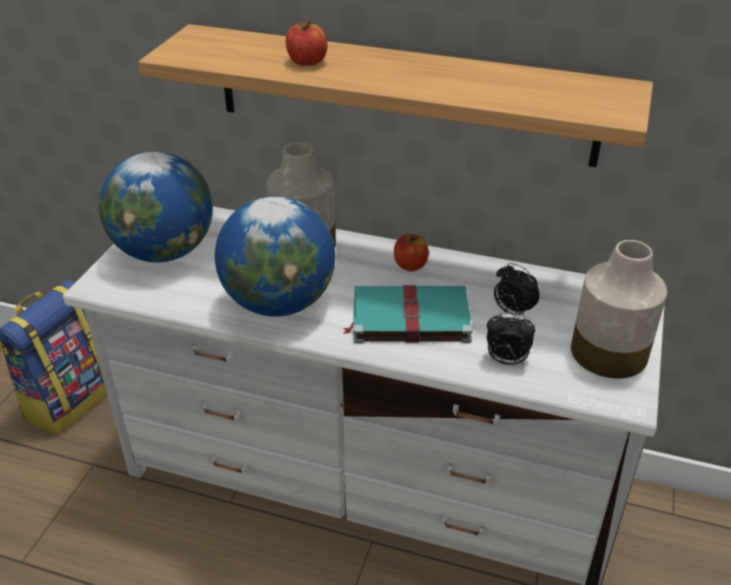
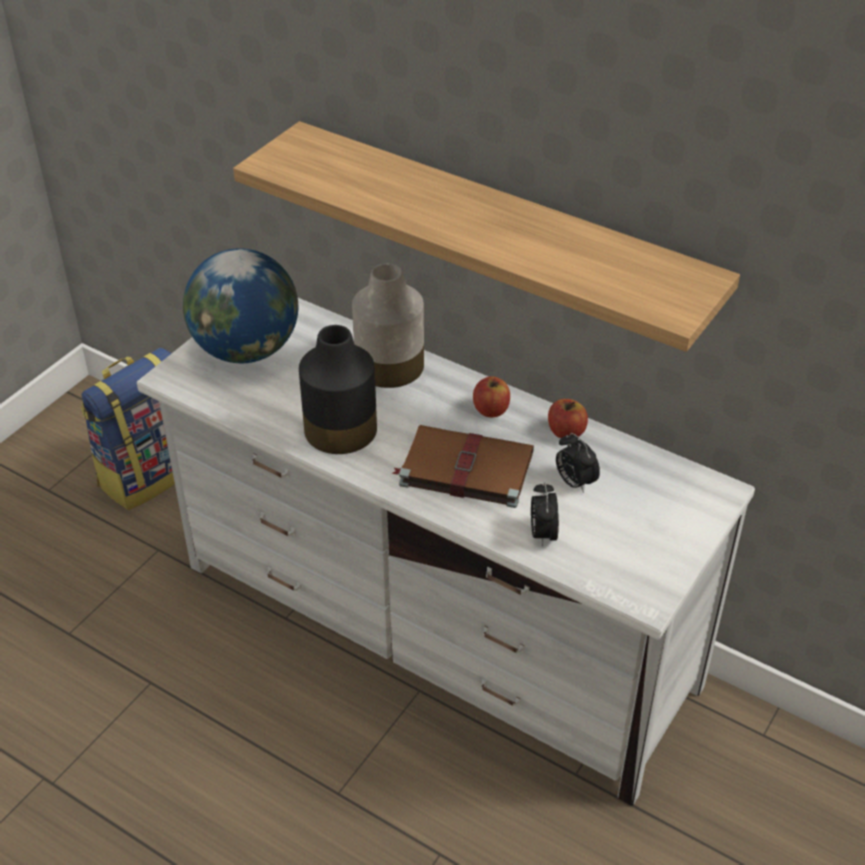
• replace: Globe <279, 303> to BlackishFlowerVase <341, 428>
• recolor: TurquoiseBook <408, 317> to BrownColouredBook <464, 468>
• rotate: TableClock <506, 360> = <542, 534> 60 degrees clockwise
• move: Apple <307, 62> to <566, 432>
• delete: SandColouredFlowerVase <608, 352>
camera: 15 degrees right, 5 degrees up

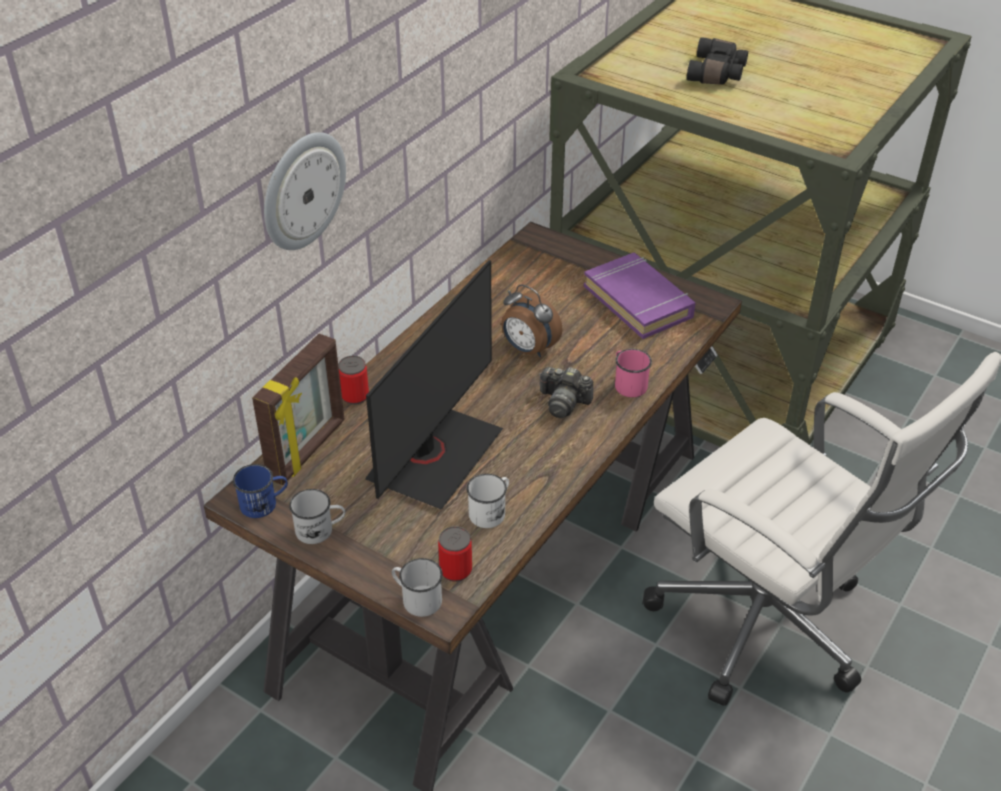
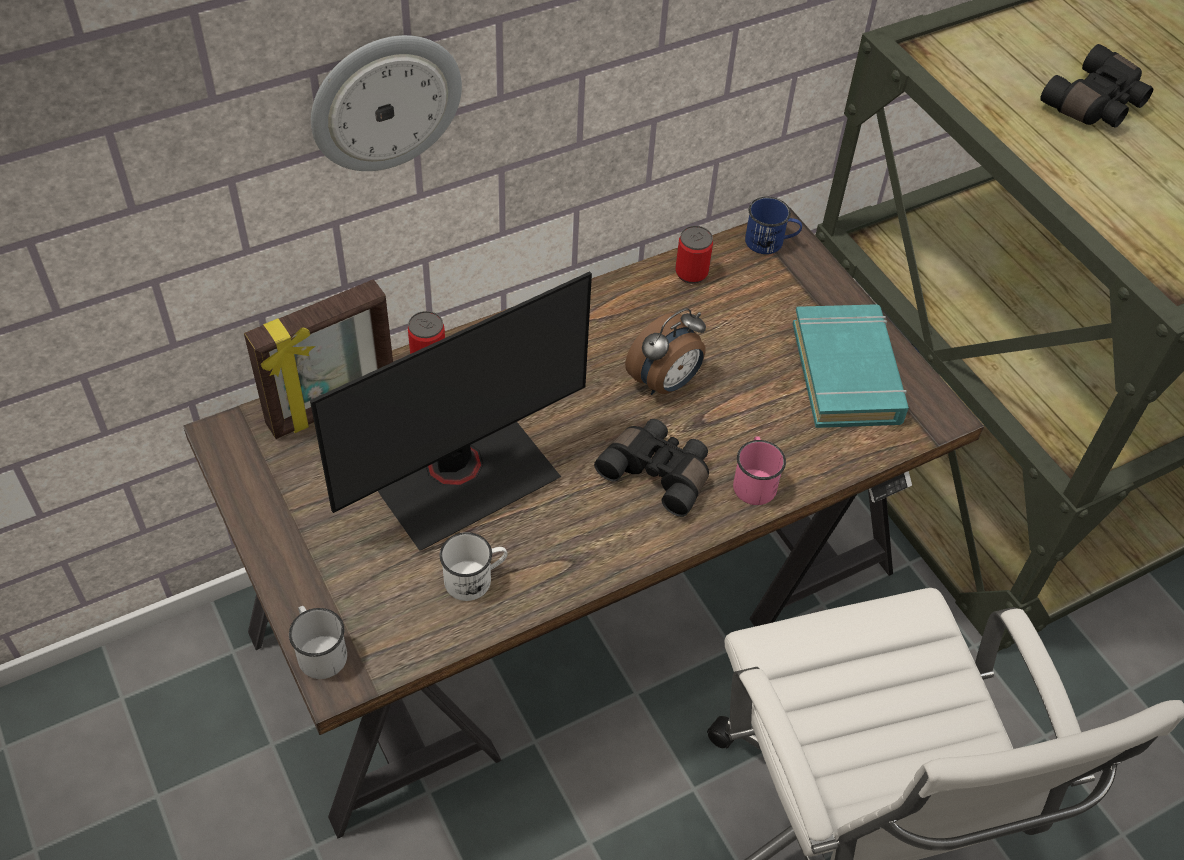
• replace: PhotoCamera <563, 402> to BlackishBinoculars <658, 472>
• rotate: TableClock <528, 350> = <665, 383> 105 degrees counterclockwise
• move: MetalCan <455, 570> to <691, 273>
• move: BlueColouredCoffeeMug <264, 503> to <770, 242>
• recolor: PurpleColouredBook <638, 301> to TurquoiseBook <847, 373>
• delete: WhitishCoffeeMug <320, 530>
camera: 25 degrees right, 10 degrees up

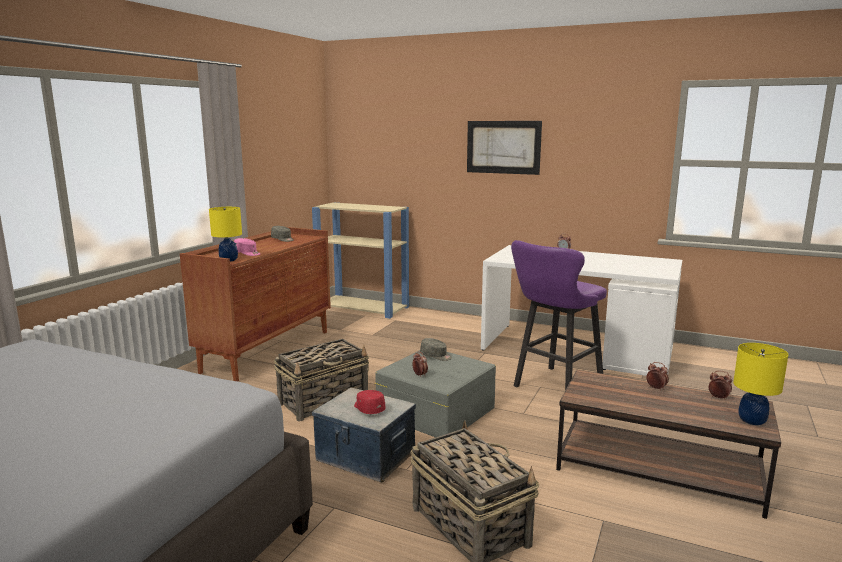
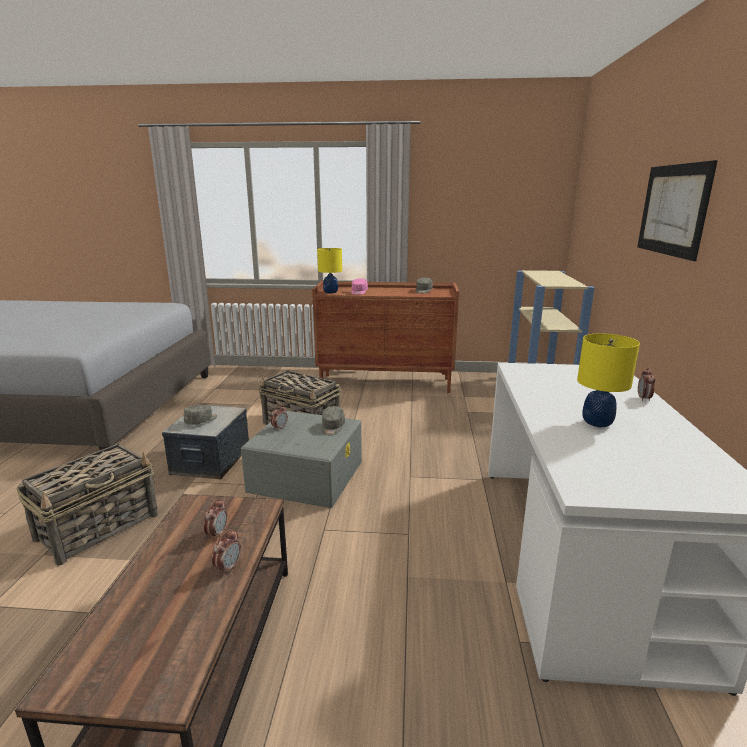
• recolor: RedPeakedCap <368, 409> to GreyPeakedCap <201, 420>
• move: TableClock <718, 397> to <217, 534>
• move: YellowishTableLamp <753, 422> to <597, 424>
• delete: PurpleColouredSittingStool <552, 388>
camera: 70 degrees right, 5 degrees up

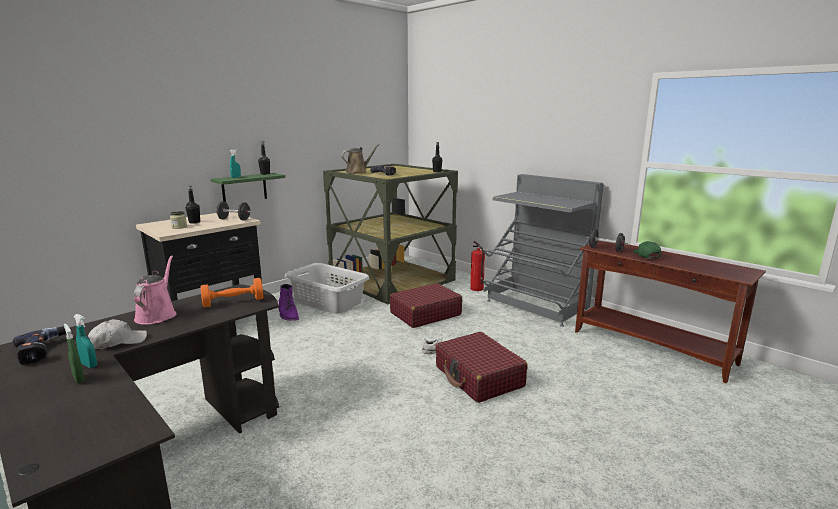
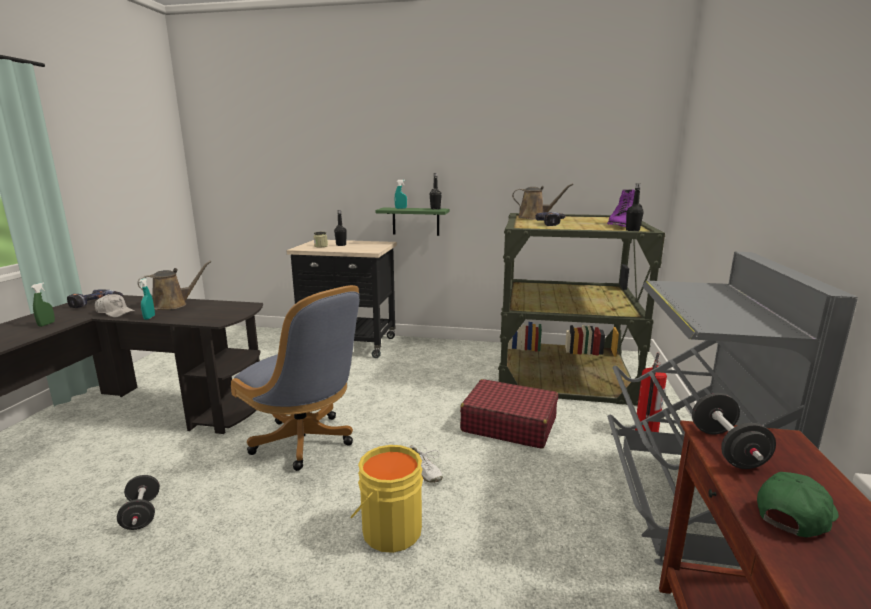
• move: BlackishFreeWeight <234, 219> to <142, 514>
• recolor: PinkishWateringCan <157, 315> to BrownColouredWateringCan <173, 305>
• move: TurquoiseSprayer <89, 365> to <149, 317>
• insert: BlueColouredComputerChair <308, 444>
• replace: RedPieceOfLuggage <479, 377> to YellowishPail <389, 529>
• move: PurpleColouredBoot <288, 314> to <620, 225>
• delete: OrangeFreeWeight <233, 302>
• delete: GreyWashingBasket <328, 301>
camera: 55 degrees right, 0 degrees up

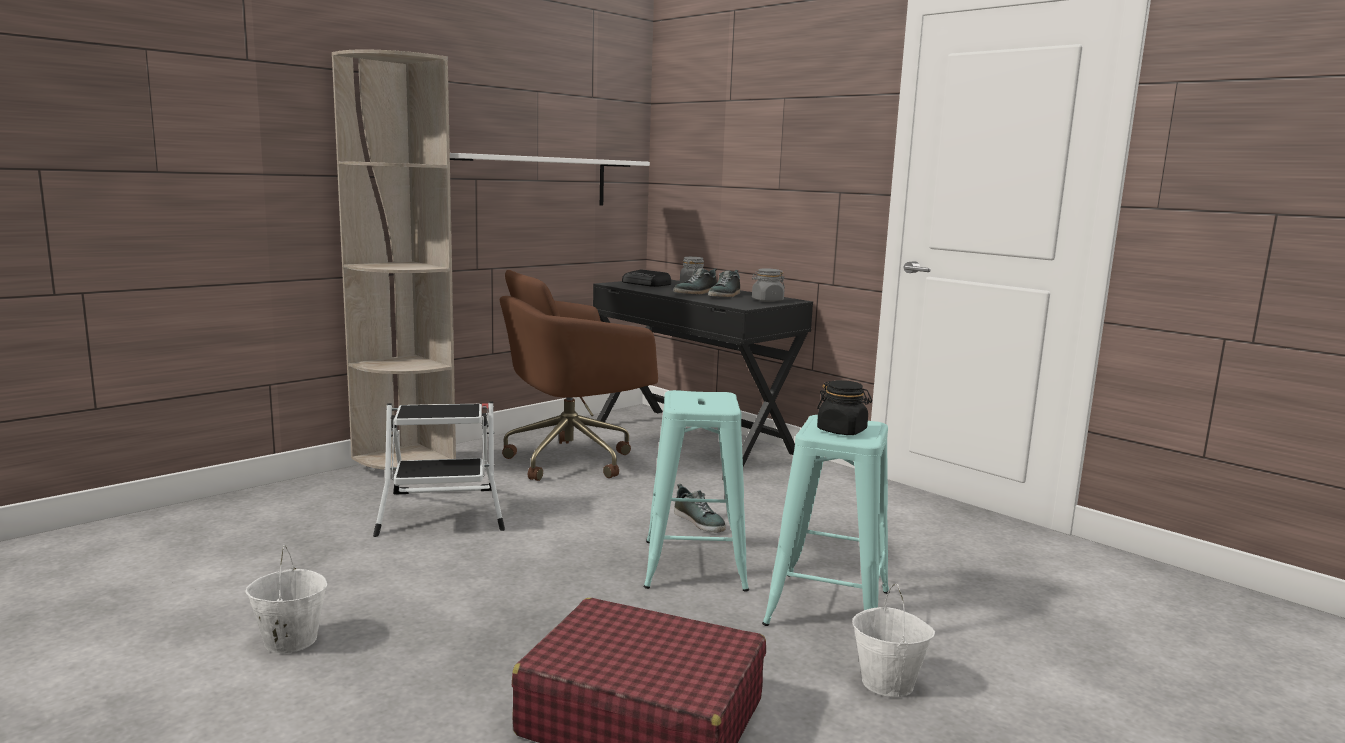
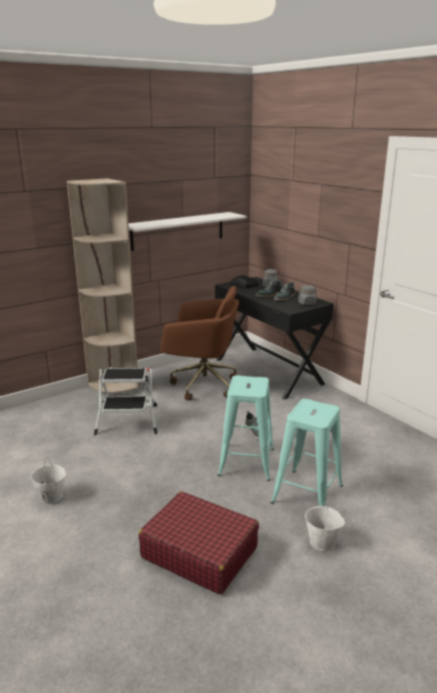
• rotate: BrownColouredComputerChair <575, 460> = <201, 385> 150 degrees counterclockwise
• delete: BlackishPreserveJar <842, 431>
camera: 10 degrees right, 10 degrees up

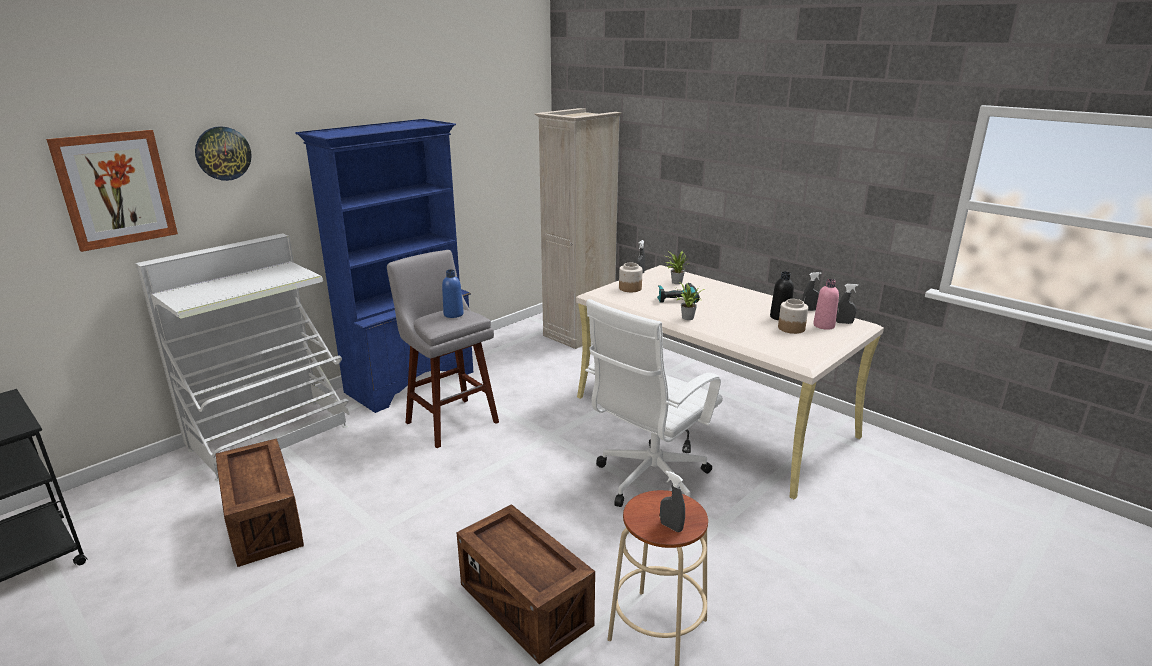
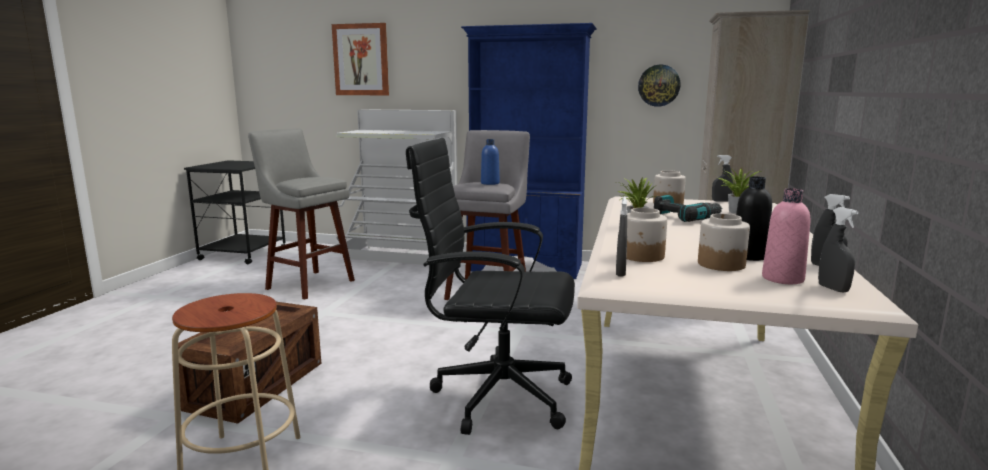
• replace: Crate <263, 523> to GreySittingStool <308, 284>
• recolor: WhitishComputerChair <649, 482> to BlackishComputerChair <495, 397>
• move: GreySprayer <671, 527> to <620, 273>
• insert: PreserveJar <642, 256>
• move: ClockOnTheWall <223, 153> to <659, 85>
camera: 60 degrees right, 10 degrees down

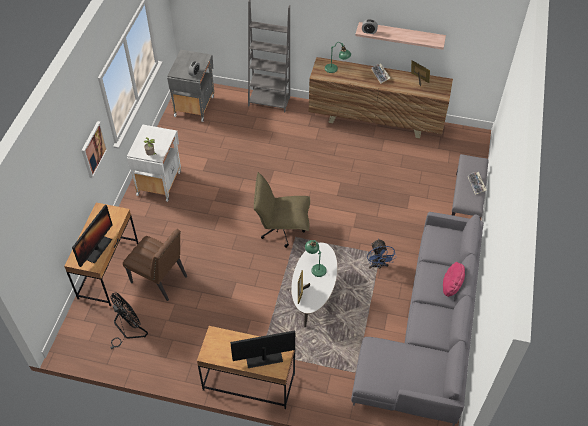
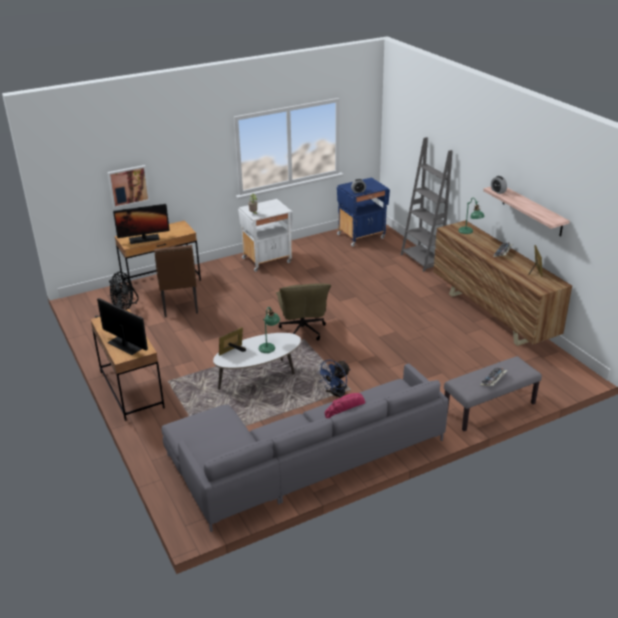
• move: Picture <93, 149> to <128, 186>
• rotate: SandColouredComputerChair <282, 229> = <302, 330> 150 degrees counterclockwise
• recolor: GreyCart <194, 105> to BlueColouredCart <361, 236>
camera: 50 degrees right, 20 degrees down

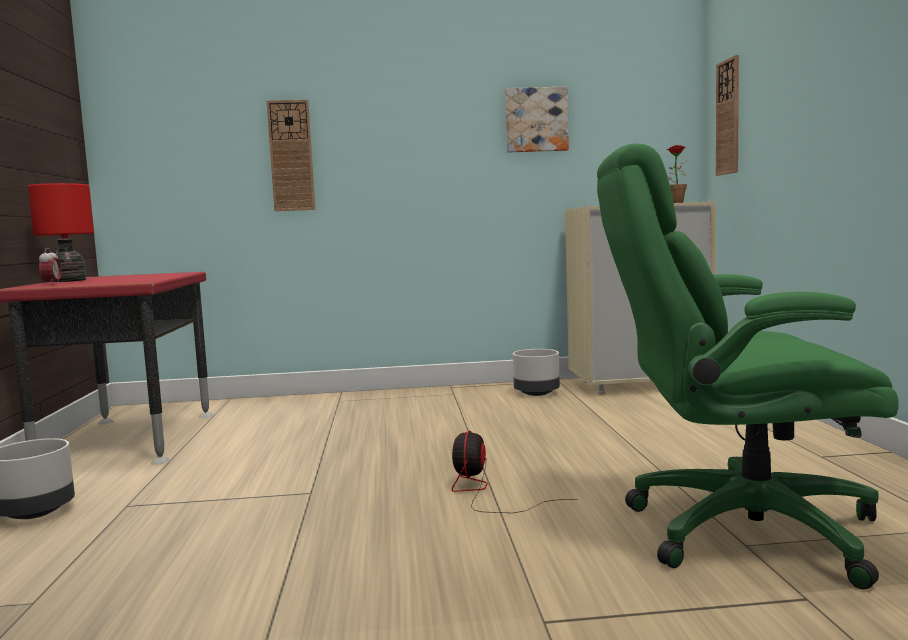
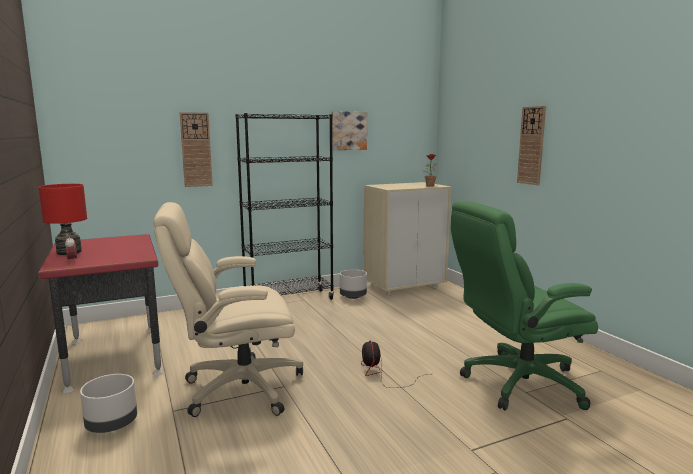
• insert: SandColouredComputerChair <234, 388>
• insert: BlackishBookshelf <289, 300>
• move: ClockOnTheWall <728, 117> to <531, 145>
camera: 20 degrees left, 5 degrees up

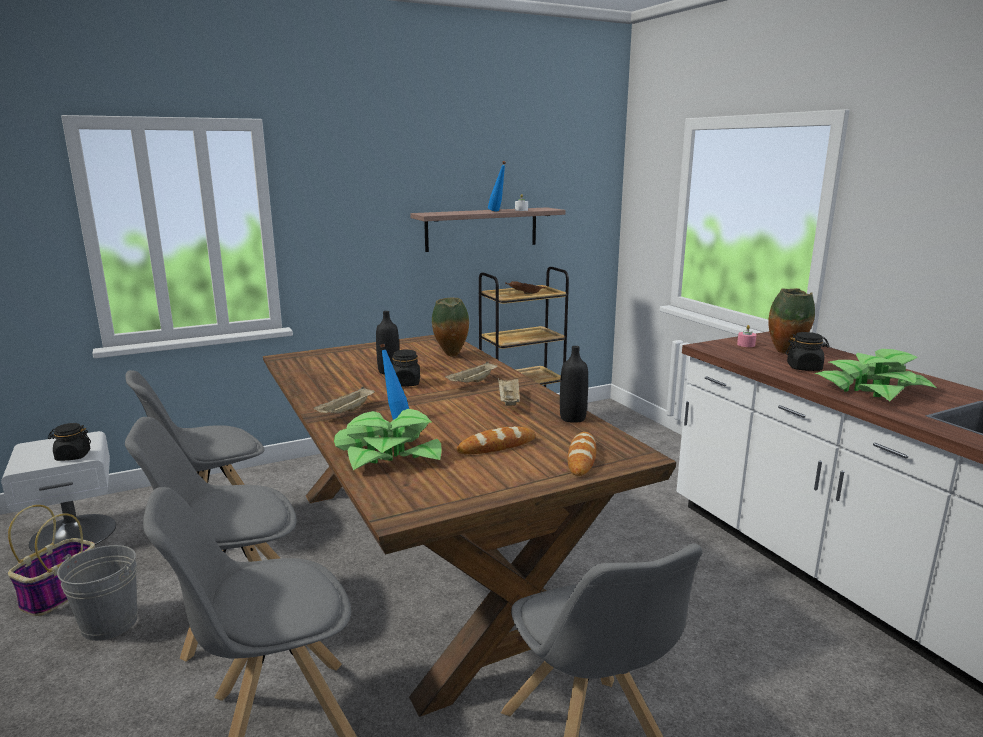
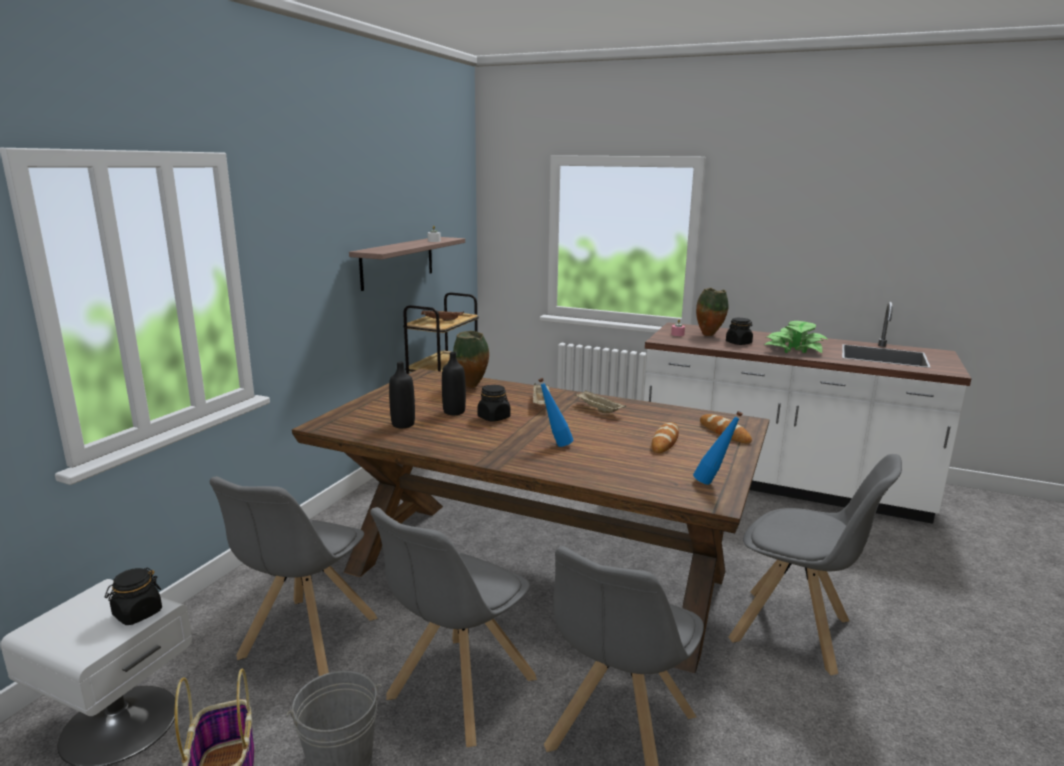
• move: BlackishBeverageBottle <572, 418> to <403, 424>
• move: BlueColouredBeverageBottle <497, 211> to <713, 483>
• delete: SandColouredCarryingTray <346, 412>
• delete: PlantInAPot <388, 453>
camera: 40 degrees left, 0 degrees up

